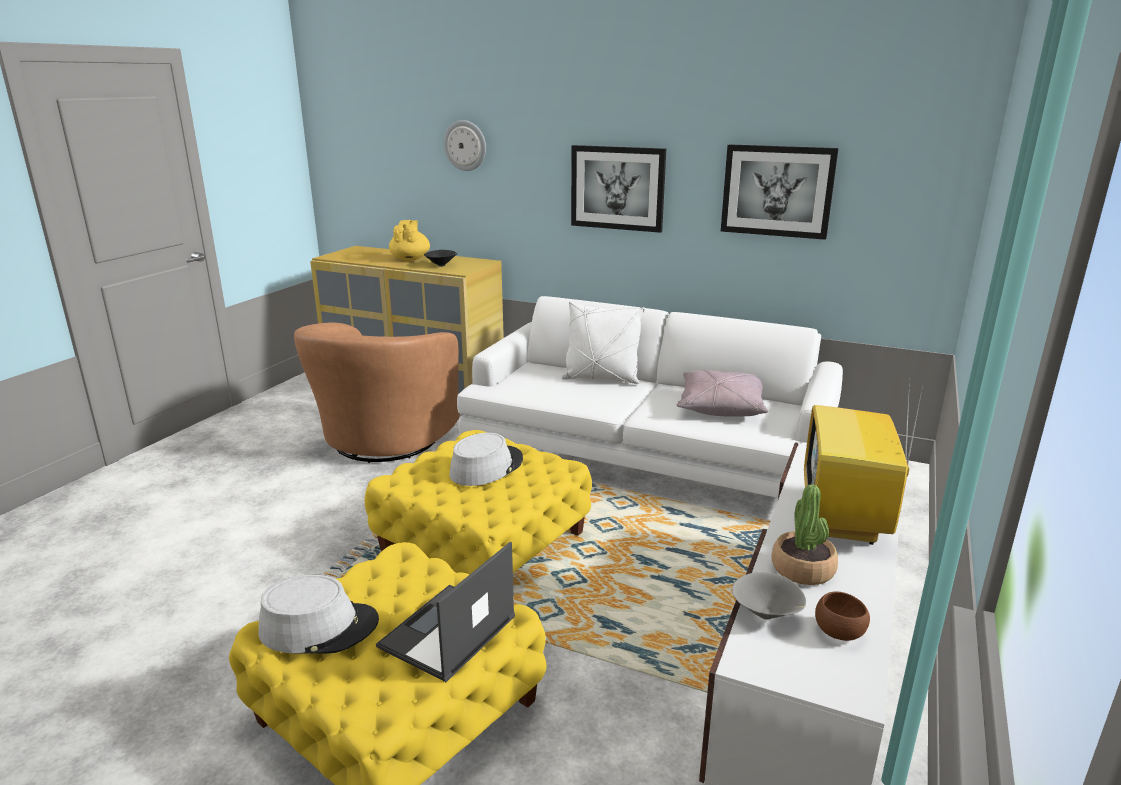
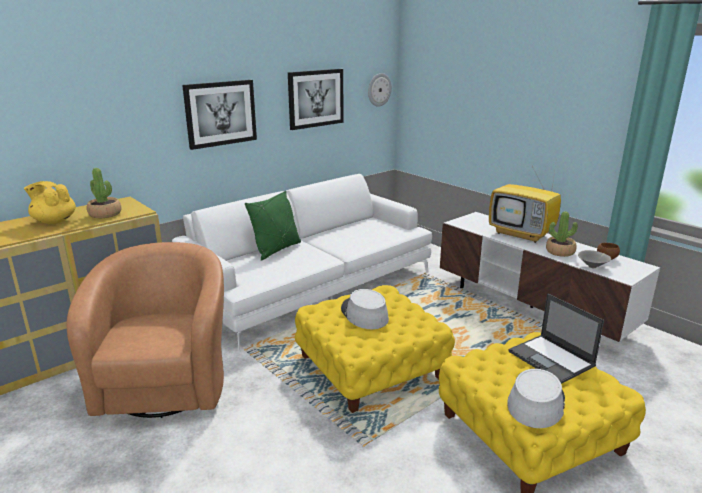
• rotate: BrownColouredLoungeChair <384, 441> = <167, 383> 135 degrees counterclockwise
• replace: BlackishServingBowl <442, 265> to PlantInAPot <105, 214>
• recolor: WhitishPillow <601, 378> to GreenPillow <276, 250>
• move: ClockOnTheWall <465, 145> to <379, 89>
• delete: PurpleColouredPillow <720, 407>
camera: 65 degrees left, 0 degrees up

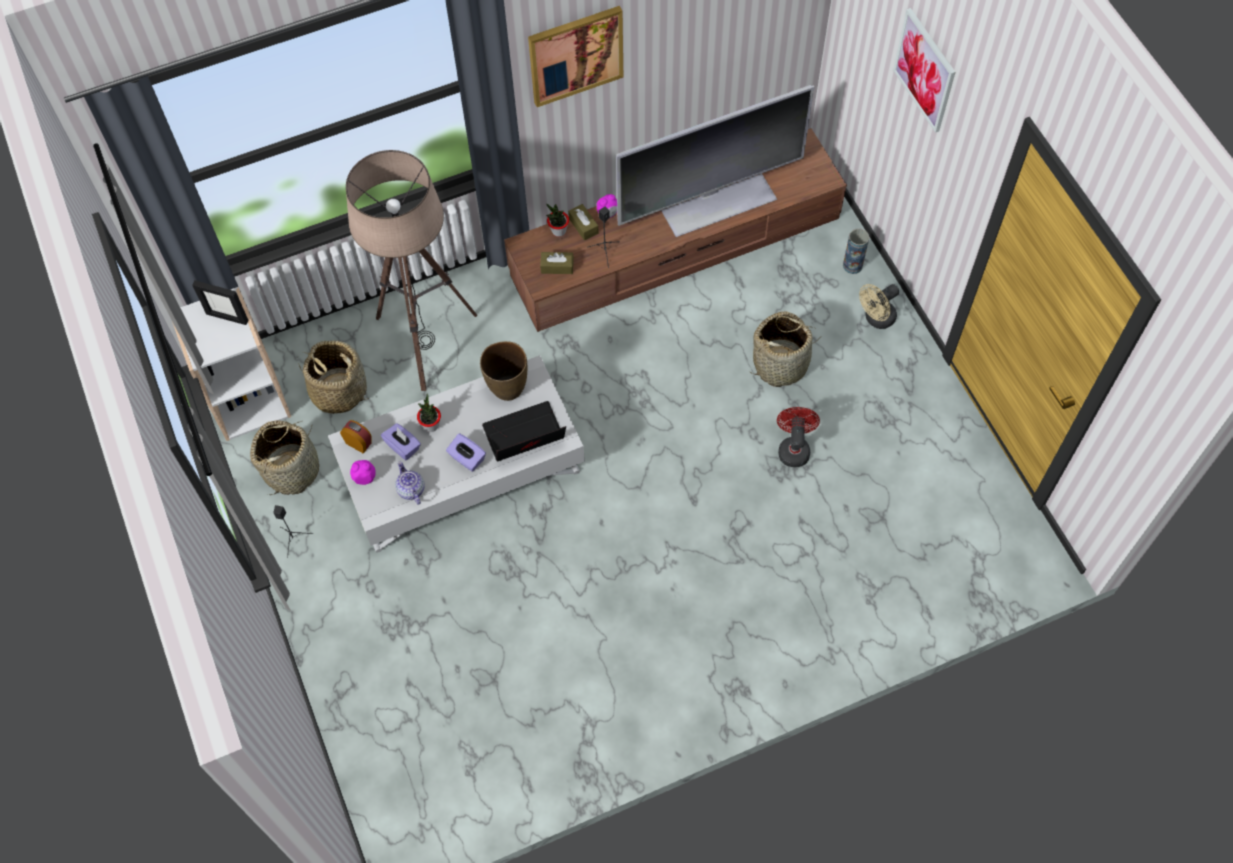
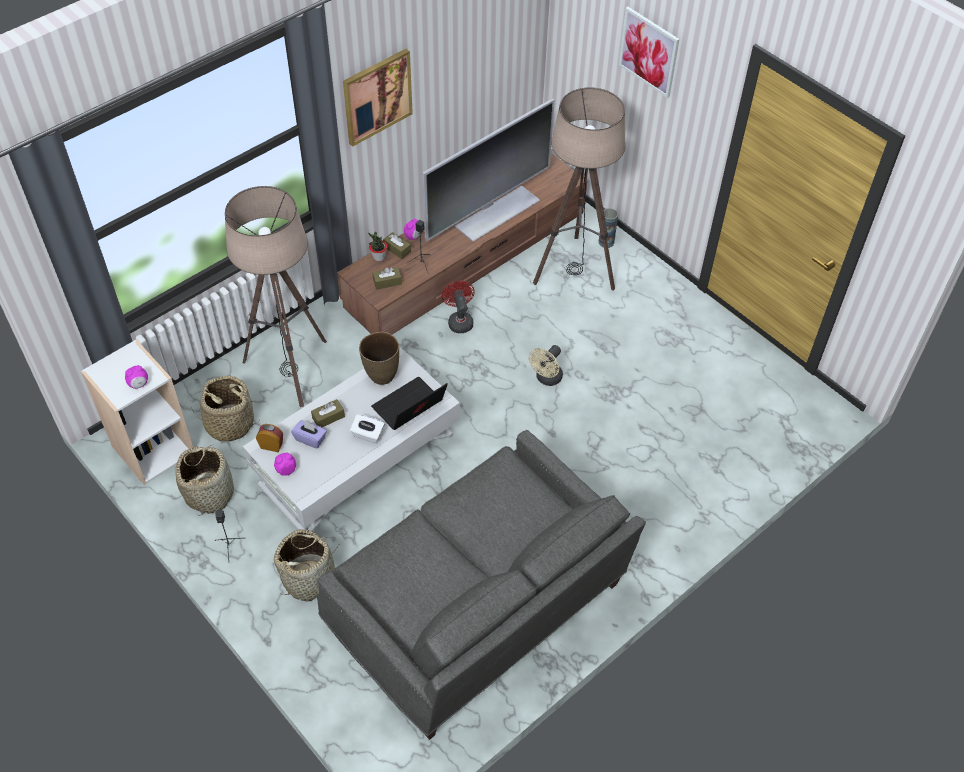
• insert: TableClock <139, 384>
• move: HouseholdBasket <781, 364> to <309, 578>
• replace: PlantInAPot <431, 425> to BrownColouredTissueBox <328, 417>
• insert: GreySettee <479, 608>
• recolor: PurpleColouredTissueBox <467, 458> to WhitishTissueBox <367, 435>
• move: RedFan <793, 448> to <459, 320>
• move: SandColouredFan <876, 319> to <546, 379>
• insert: StandardLamp <575, 270>
• delete: PictureFrame <227, 316>
• delete: TeaPot <410, 489>
camera: 20 degrees left, 10 degrees down

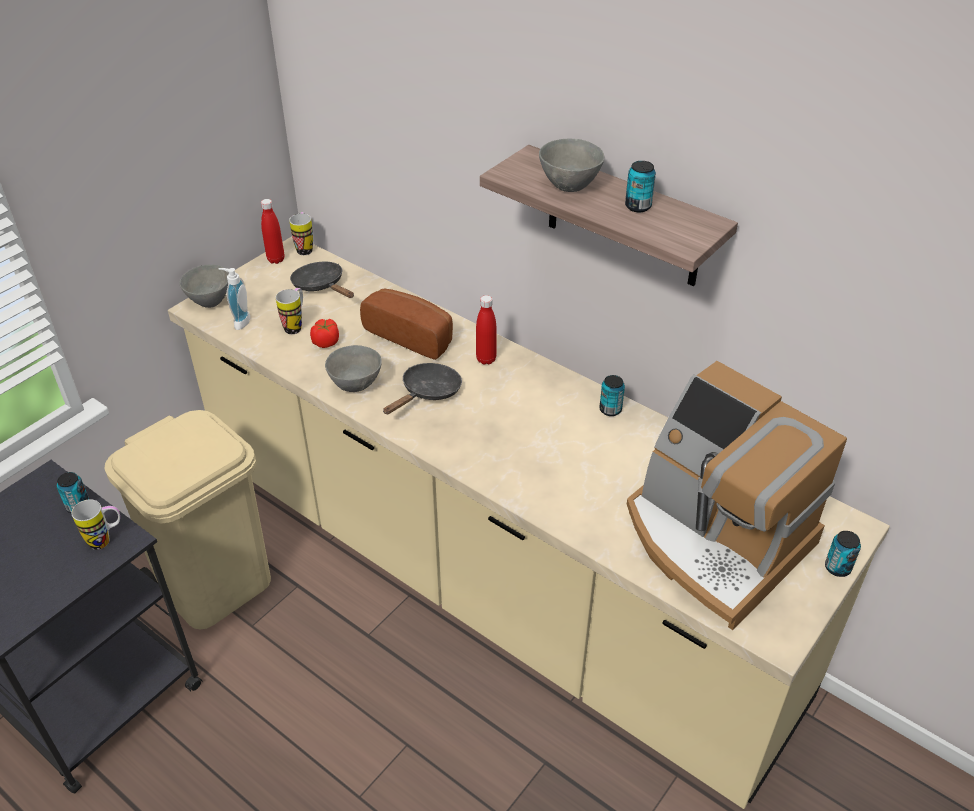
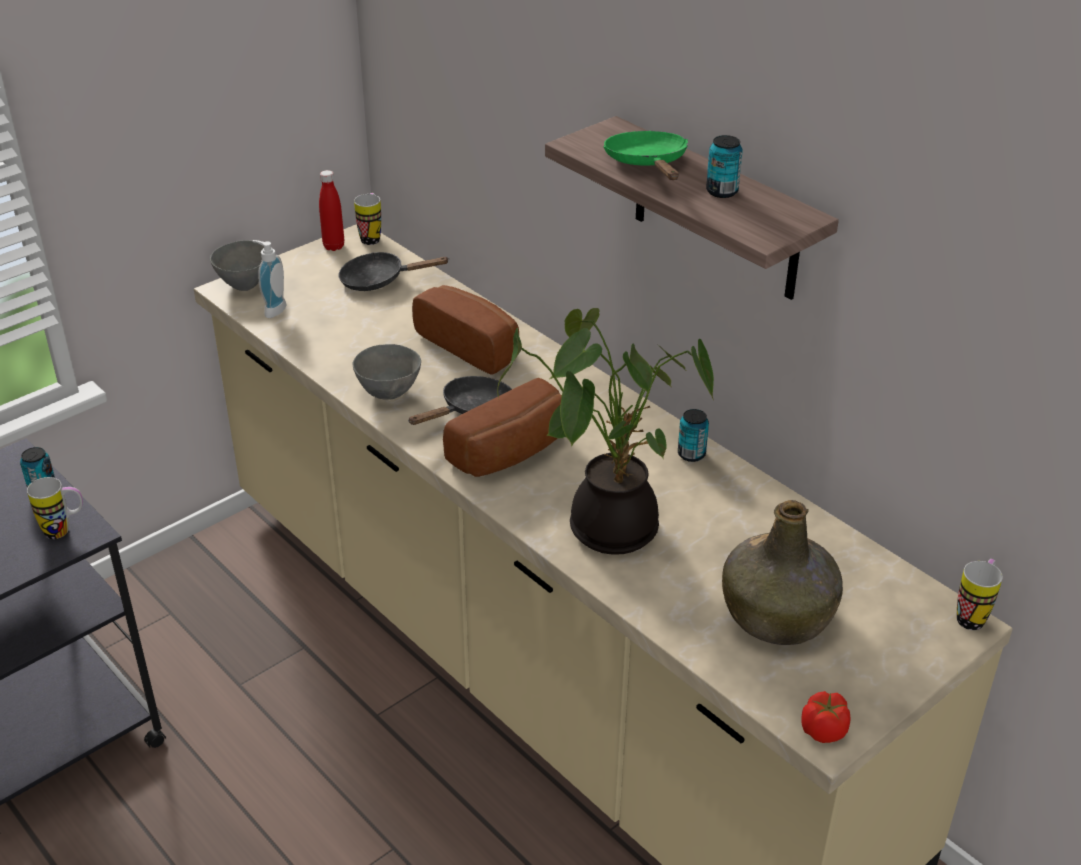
• rotate: BlackishPan <321, 286> = <379, 280> 60 degrees counterclockwise
• insert: BakeryBread <513, 453>
• insert: PlantInAPot <608, 524>
• replace: GreyServingBowl <570, 187> to GreenPan <648, 164>
• replace: CoffeeBrewer <714, 540> to GreenBeverageBottle <778, 615>
• move: Tomato <326, 342> to <824, 730>
• move: CoffeeMug <296, 325> to <973, 615>
• delete: SandColouredWasteBin <217, 584>
• delete: RedBeverageBottle <486, 359>
• delete: MetalCan <837, 568>
camera: 10 degrees right, 5 degrees down

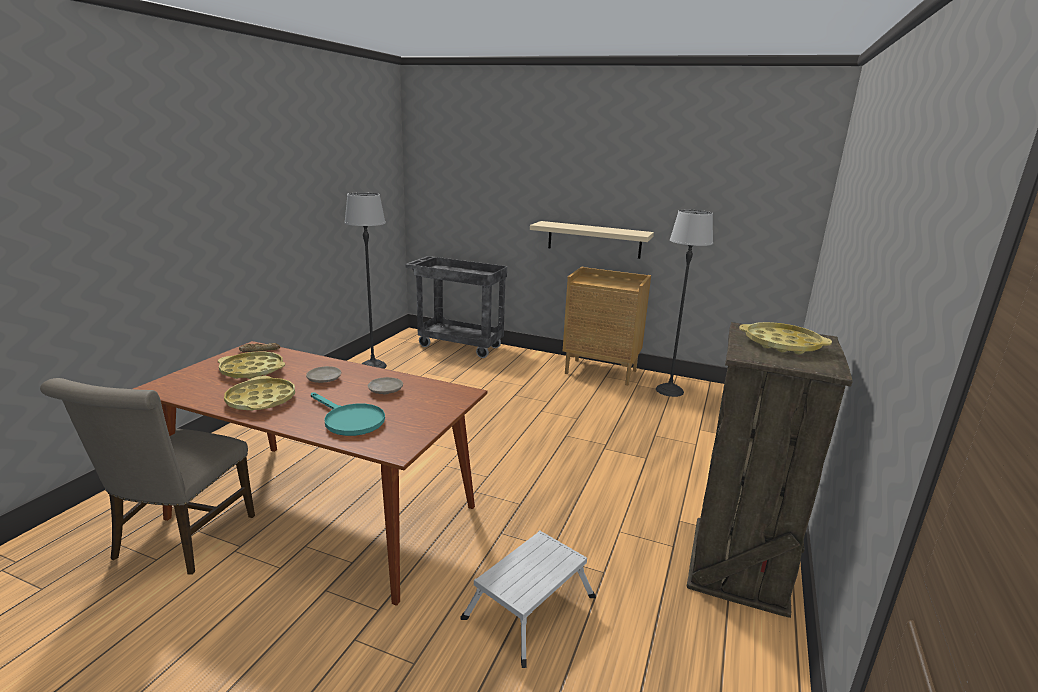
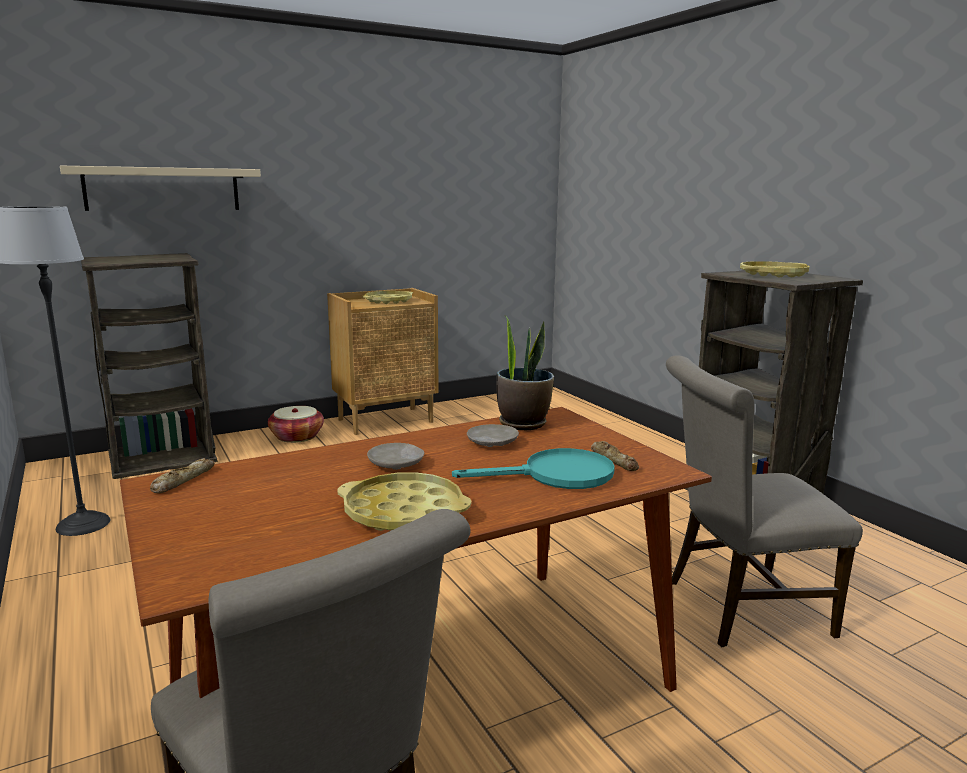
• move: SandColouredShelf <594, 239> to <163, 189>
• replace: GreyCart <456, 346> to BrownColouredBookshelf <163, 457>
• insert: HouseholdBasket <297, 437>
• move: YellowishCarryingTray <252, 370> to <388, 301>
• insert: PlantInAPot <523, 423>
• insert: BakeryBread <614, 460>
• replace: WhitishStepladder <530, 606> to SandColouredChair <738, 607>
• delete: StandardLamp <669, 390>
camera: 50 degrees left, 5 degrees down

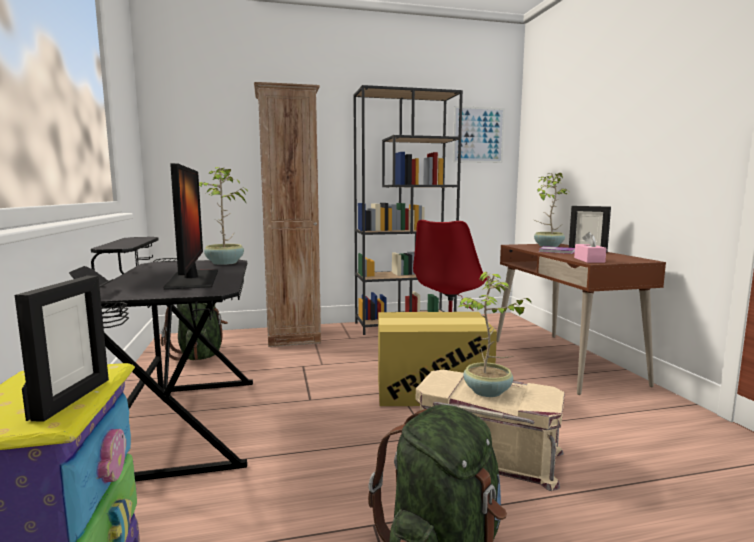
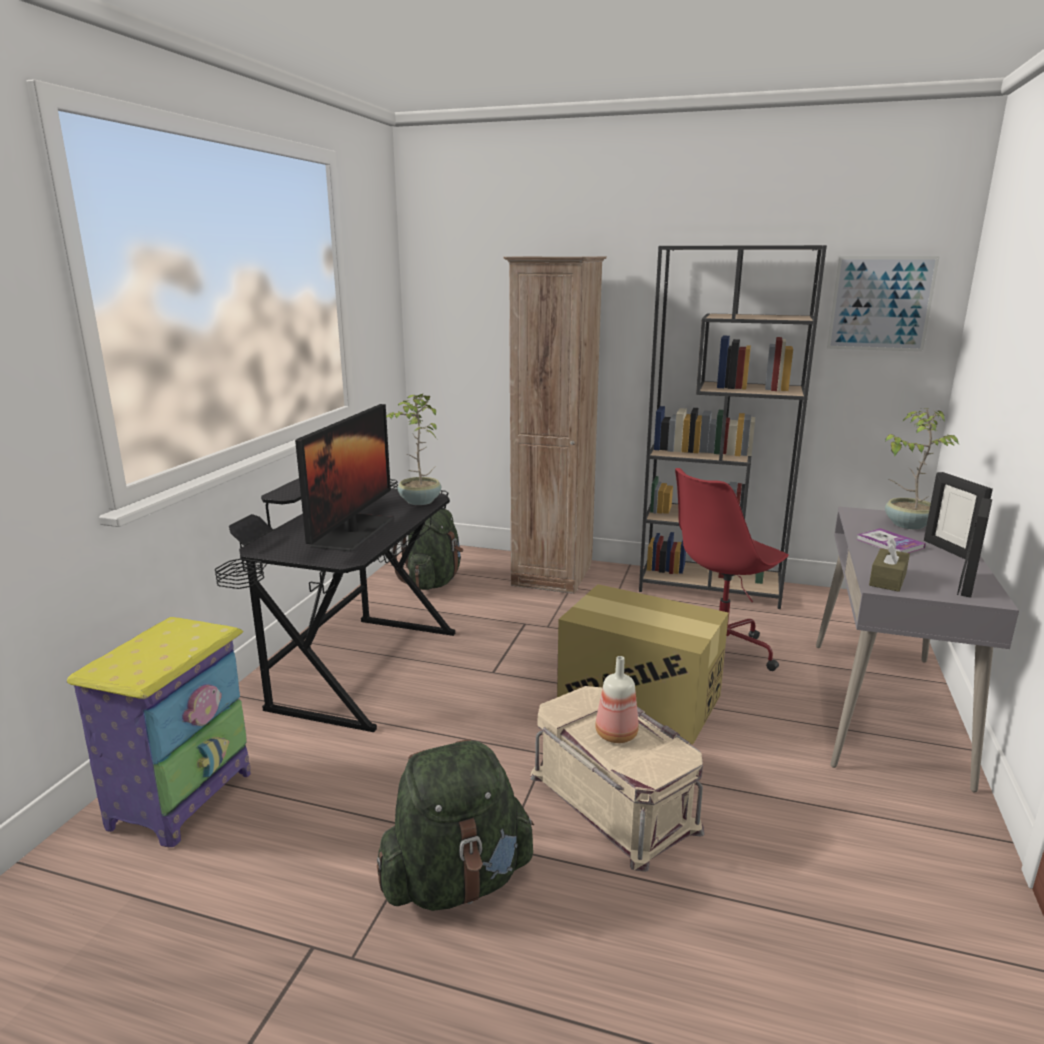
• replace: PlantInAPot <488, 392> to BeverageBottle <615, 734>
• recolor: BrownColouredDeskTable <564, 361> to GreyDeskTable <884, 708>
• recolor: PinkishTissueBox <589, 260> to BrownColouredTissueBox <887, 579>
• move: PictureFrame <71, 398> to <966, 584>
camera: 30 degrees right, 10 degrees up

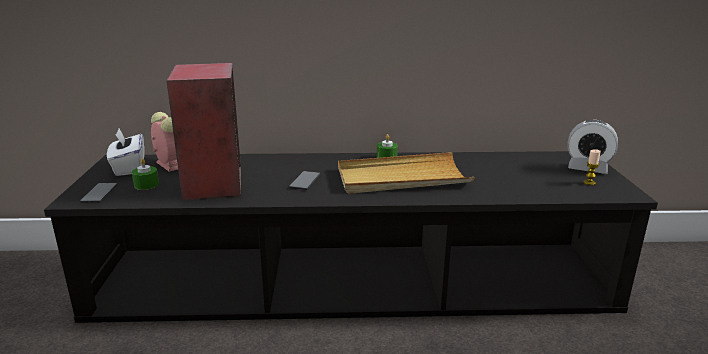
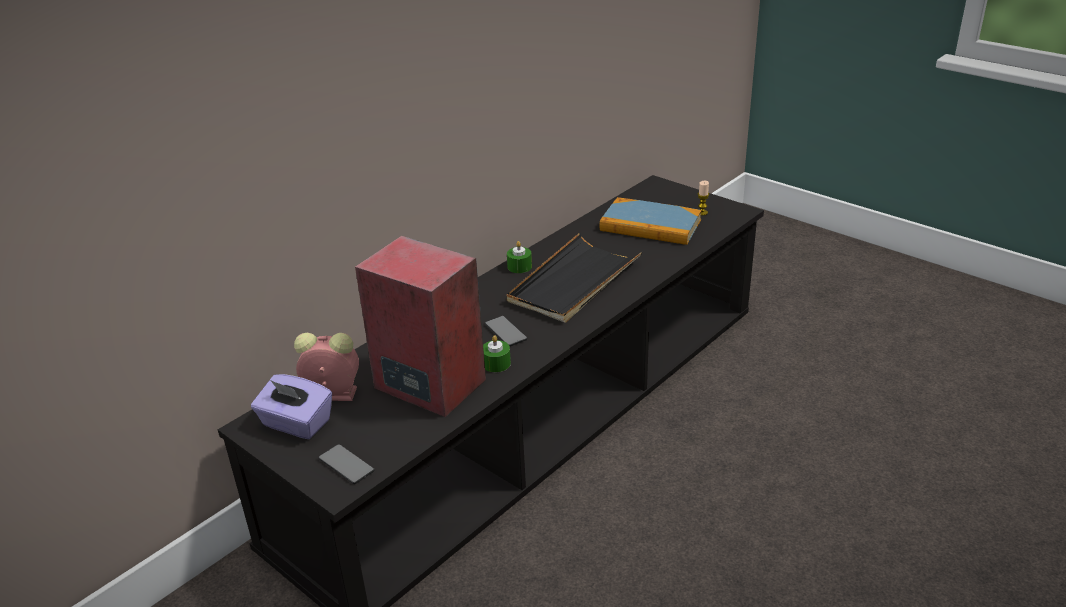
• recolor: WhitishTissueBox <129, 168> to PurpleColouredTissueBox <296, 424>
• move: GreenCandle <146, 185> to <496, 363>
• recolor: SandColouredCarryingTray <401, 178> to BlackishCarryingTray <574, 282>
• insert: Book <650, 225>
• delete: TableClock <587, 169>
camera: 45 degrees left, 10 degrees up

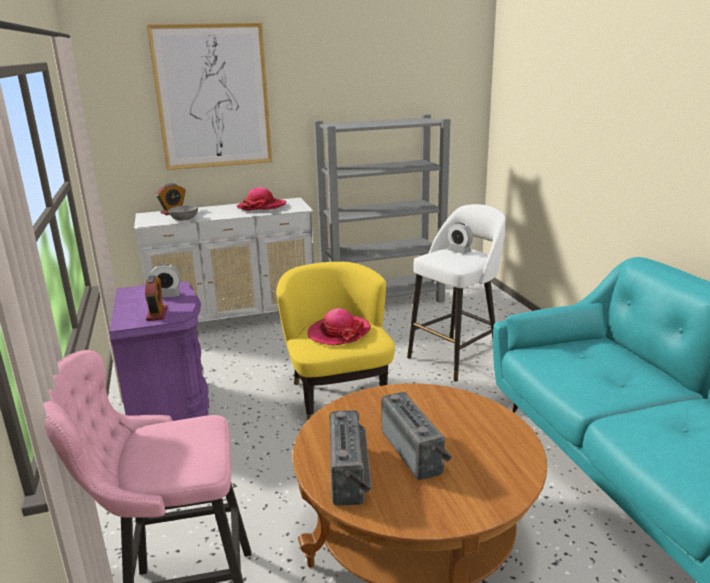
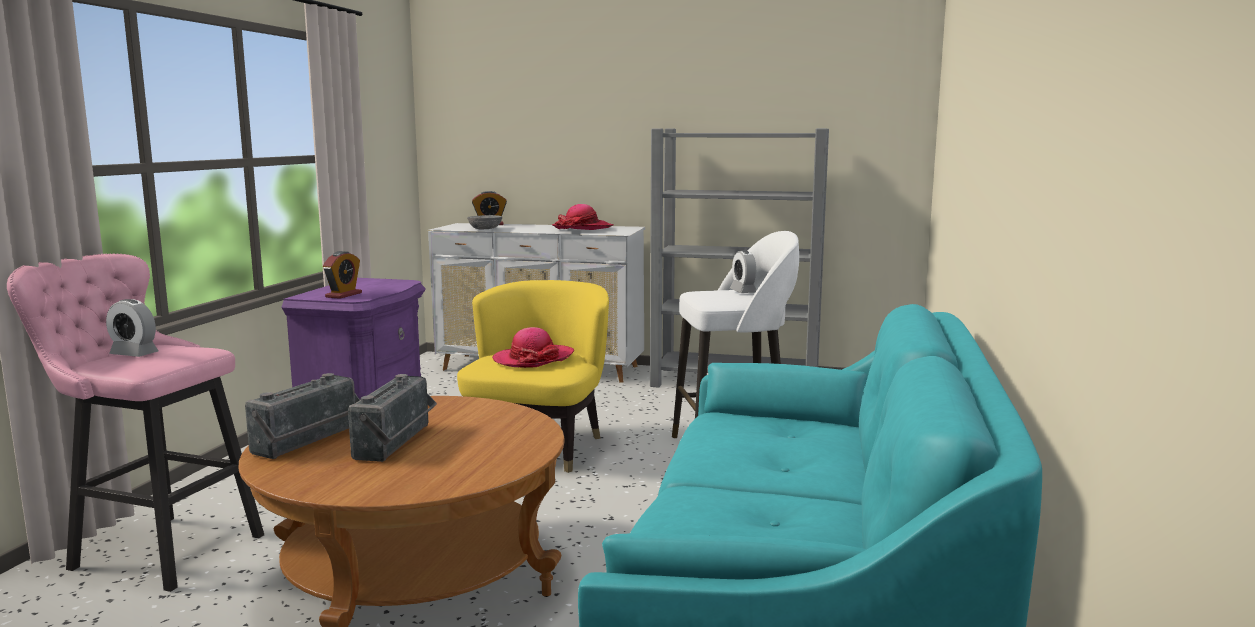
• move: TableClock <167, 295> to <134, 354>
• delete: Picture <213, 97>
camera: 30 degrees right, 10 degrees down

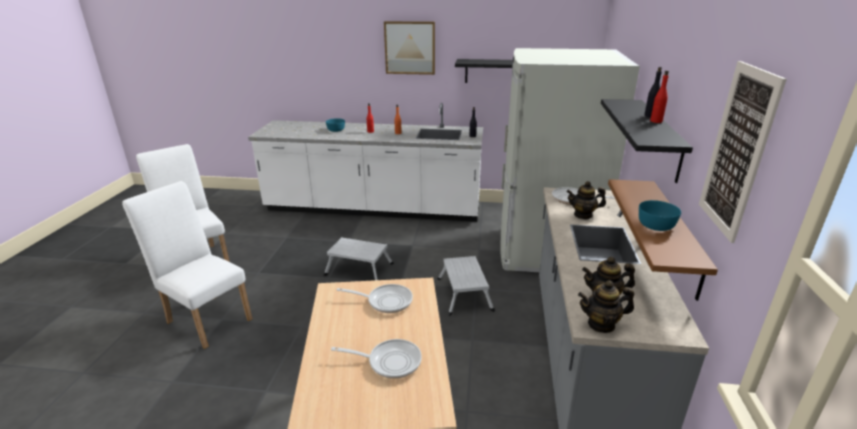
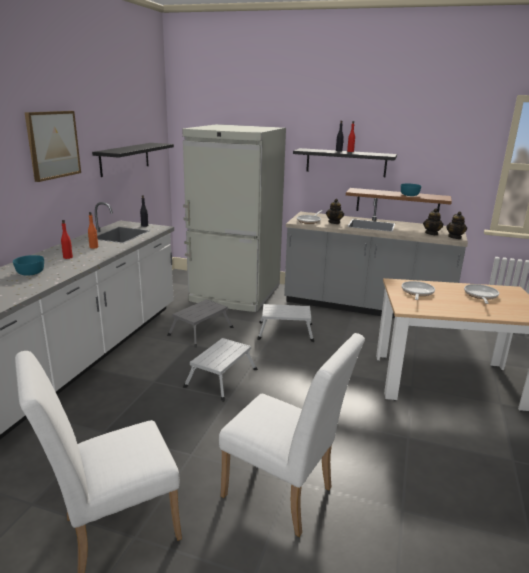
• insert: GreyStepladder <201, 331>
• rotate: WhitishChair <206, 318> = <284, 496> 105 degrees counterclockwise
• delete: Picture <737, 151>
camera: 80 degrees left, 5 degrees down

